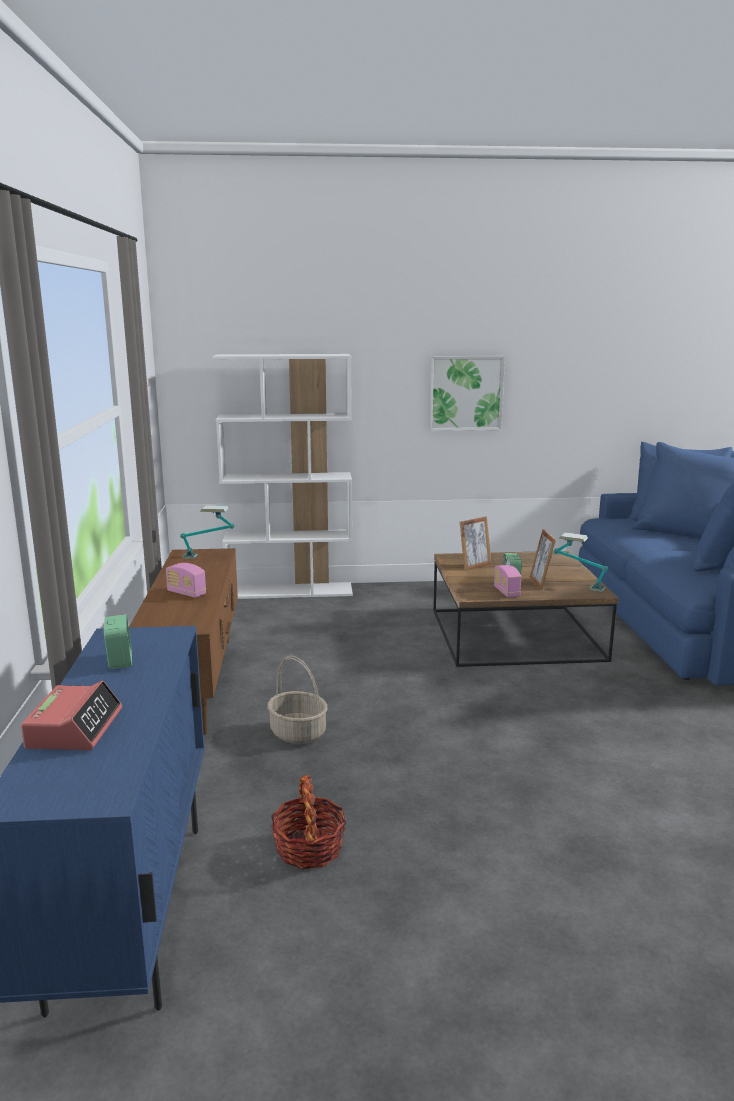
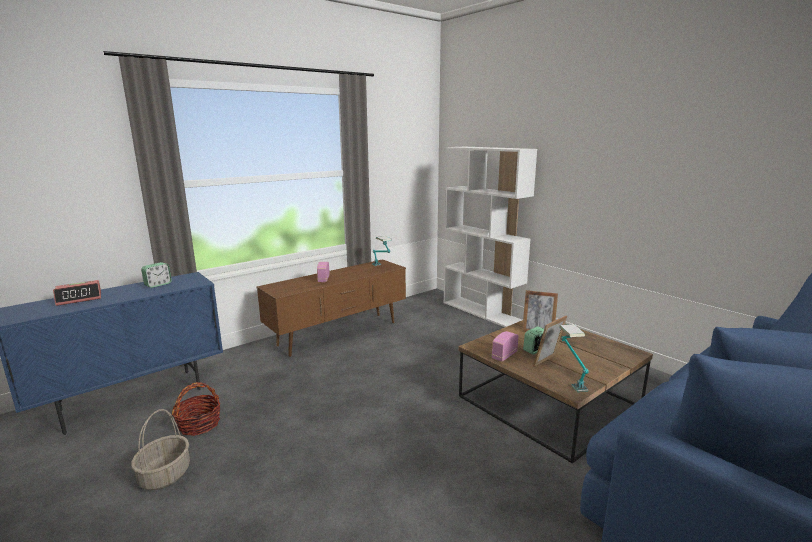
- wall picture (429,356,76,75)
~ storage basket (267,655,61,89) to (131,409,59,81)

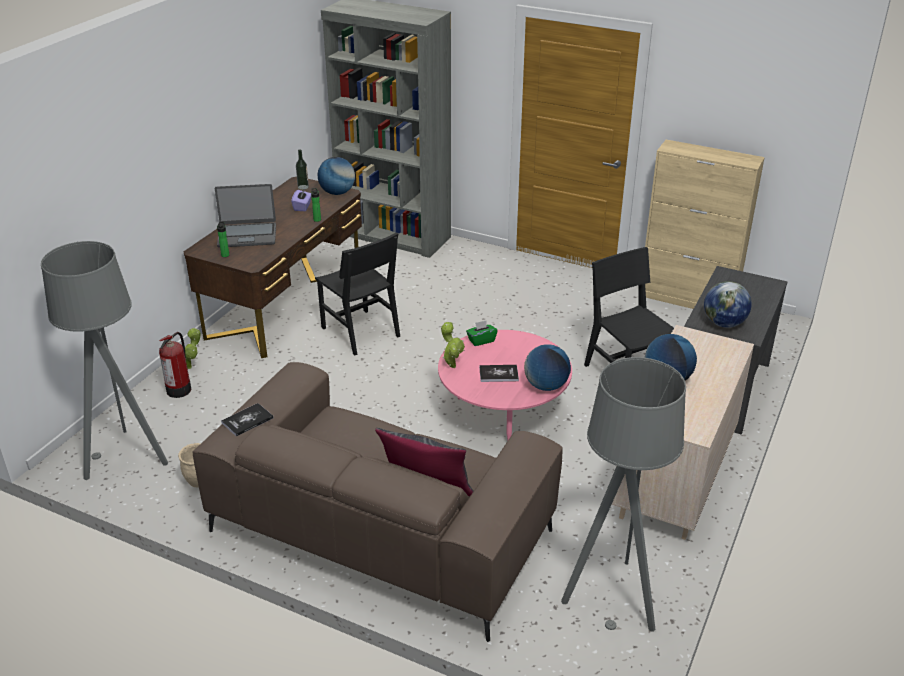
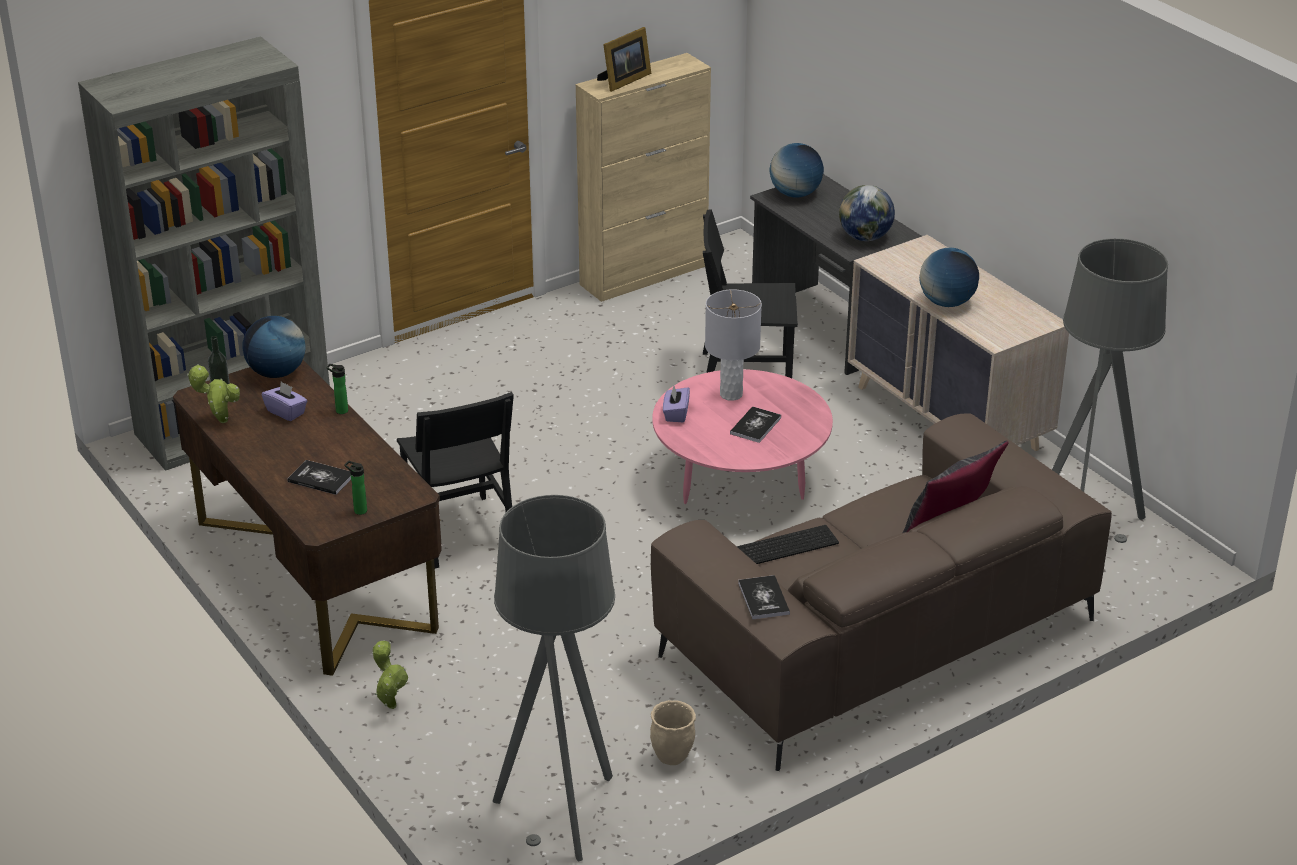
~ portable computer (215,184,61,64) to volume (287,460,64,35)
~ upright chair/black-coloured (315,232,85,123) = (397,392,117,176) 75 degrees clockwise
~ tissue holder/greenish (466,321,32,25) to tissue holder/purplish (663,385,27,37)
~ houseplant (441,322,24,46) to (187,364,53,59)
- fire-fighting cylinder (159,332,32,66)
~ globe (524,344,47,47) to (769,143,55,55)
+ picture frame (597,27,54,65)
+ lamp for a table/grey (705,289,57,112)
+ computer keyboard (737,525,102,39)

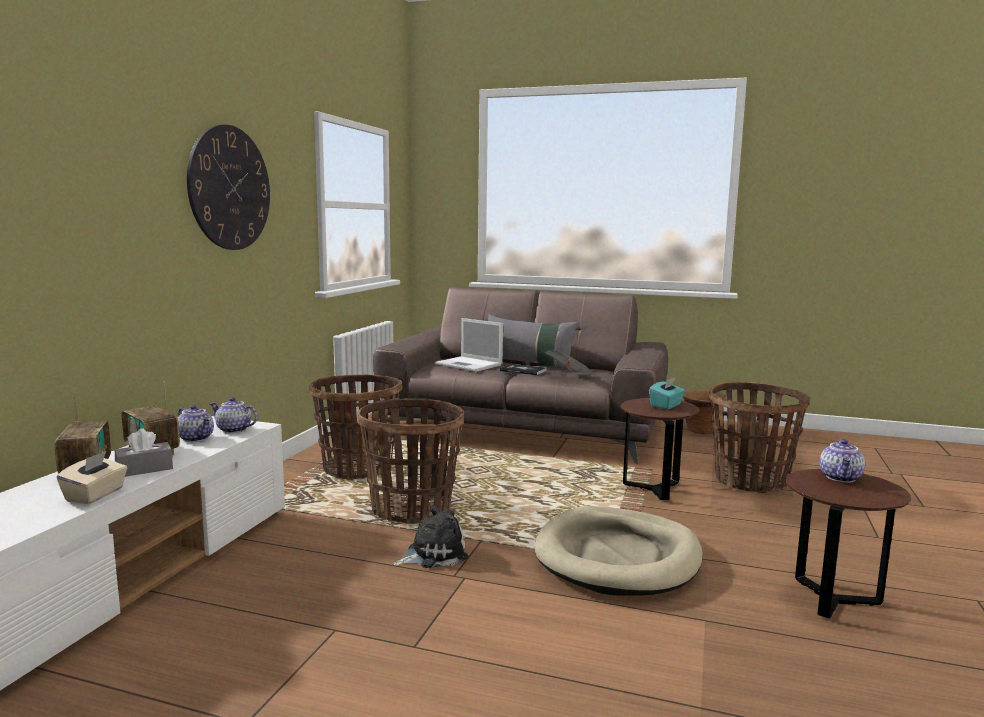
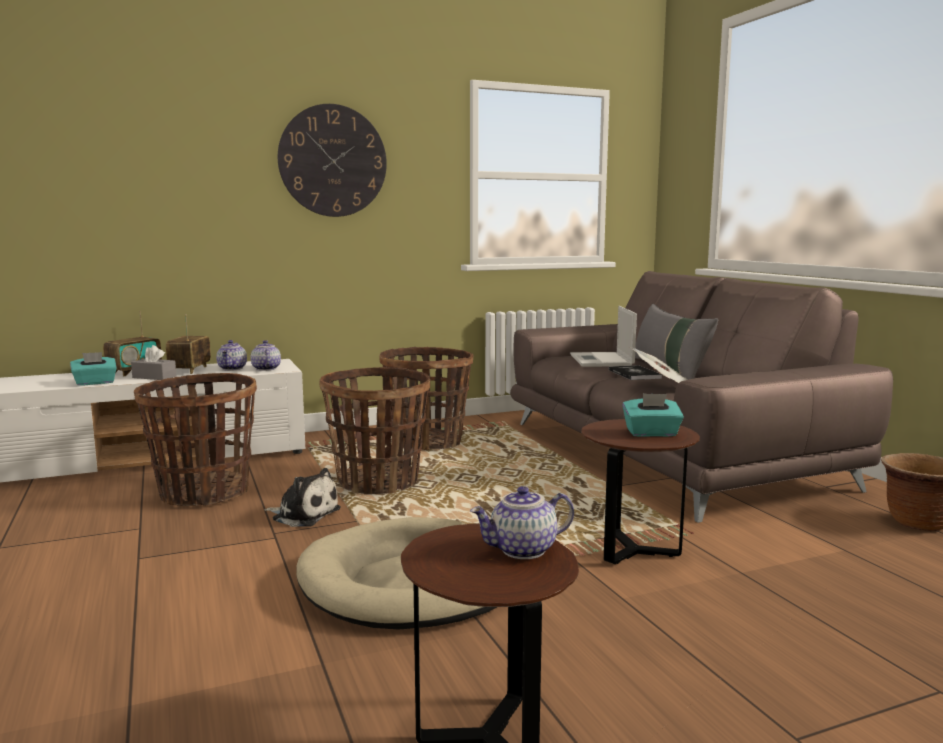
~ storage basket (709,382,101,111) to (134,373,123,133)
~ tissue holder/sand-coloured (56,451,71,53) to tissue holder/turquoise-coloured (70,352,47,34)

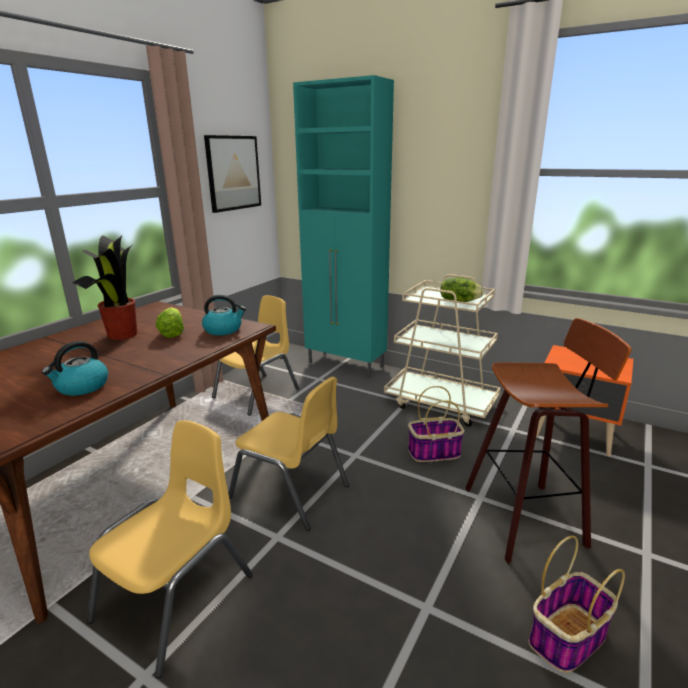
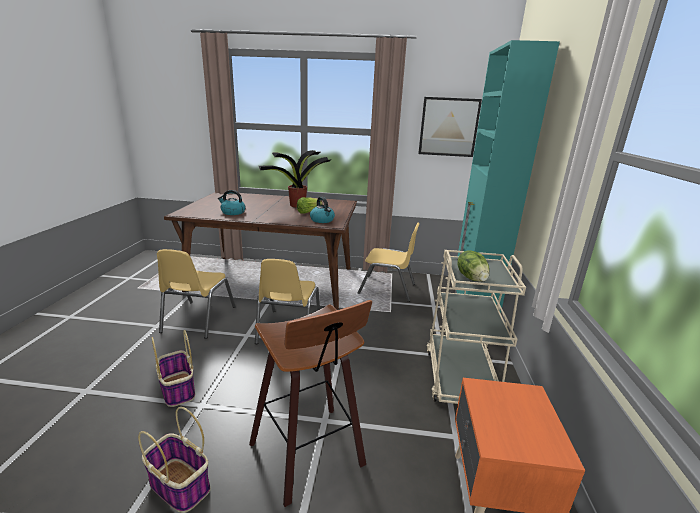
~ storage basket (408,386,56,76) to (152,330,43,77)
~ upright chair/yellowish (87,420,166,258) = (157,249,79,90) 90 degrees clockwise

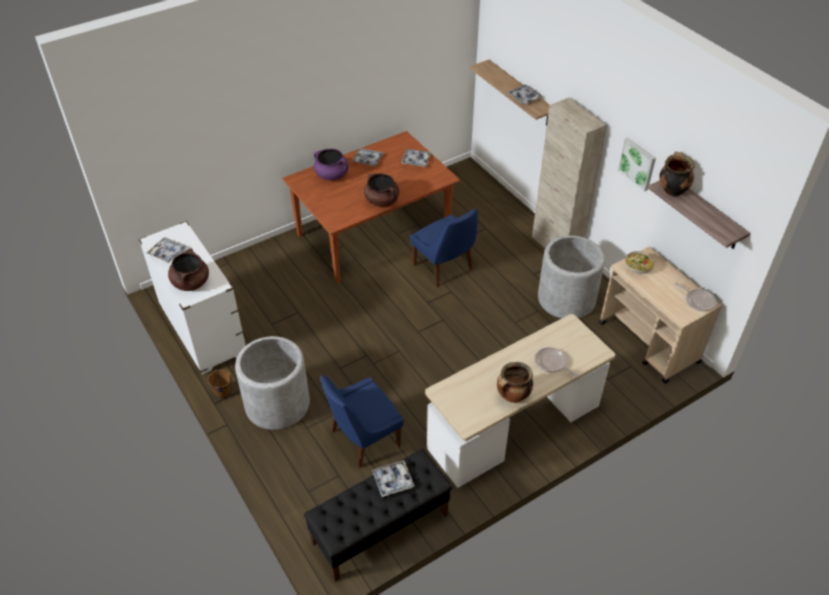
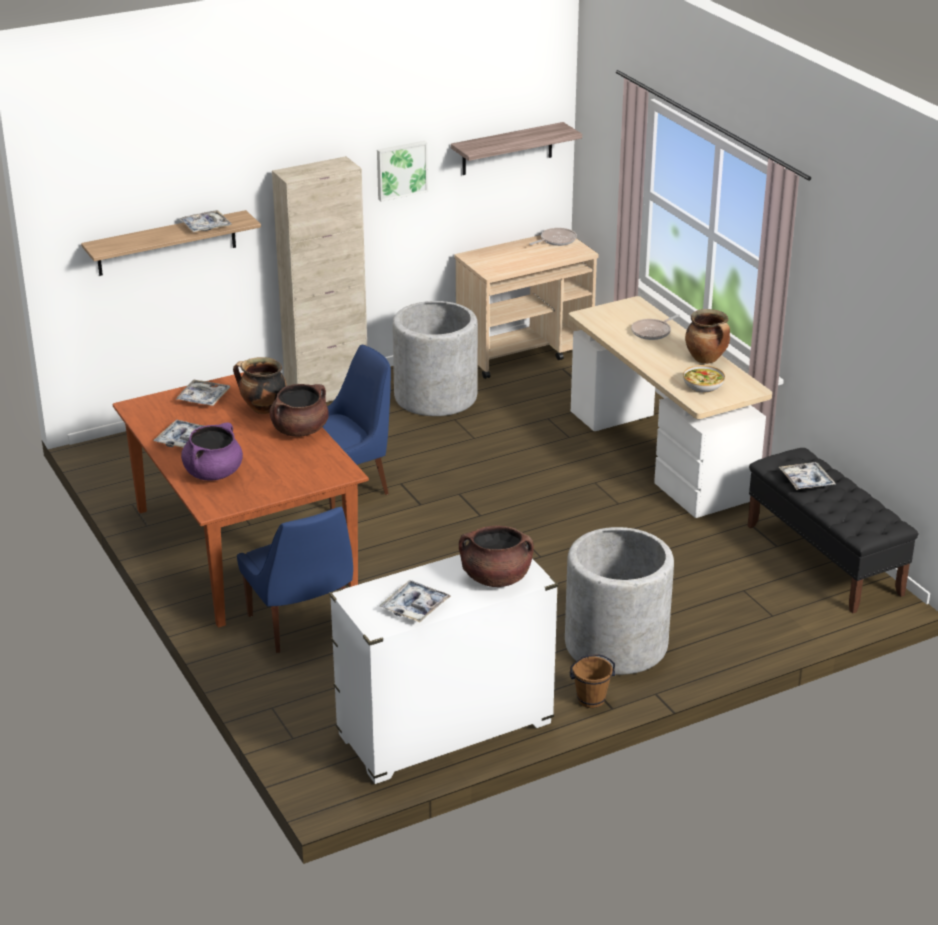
~ cooking pot (660,152,35,45) to (233,357,54,57)
~ bowl (626,251,28,23) to (683,365,42,28)
~ upright chair/blue (321,375,83,93) to (237,507,116,146)

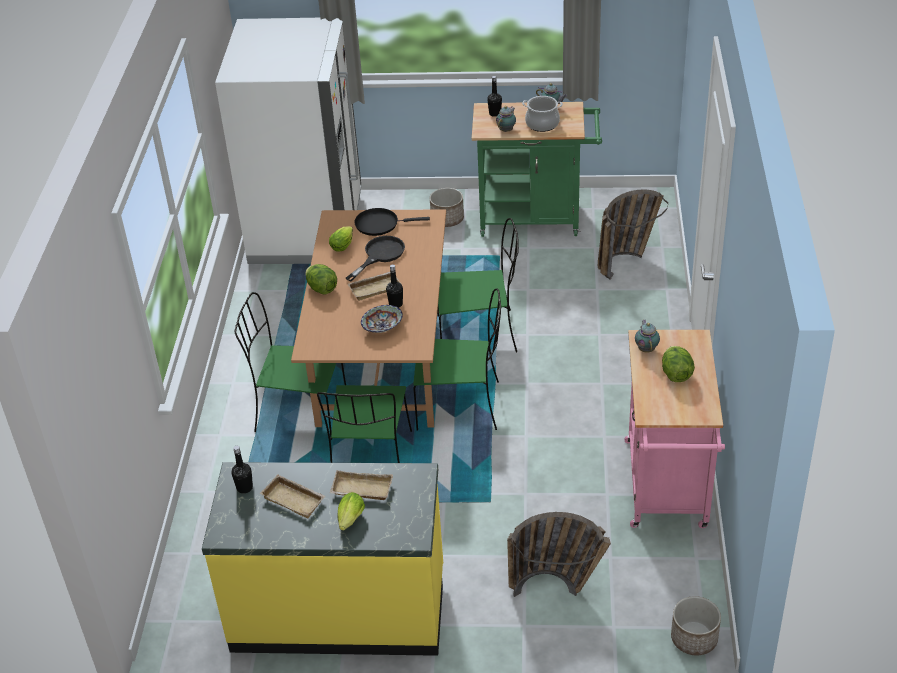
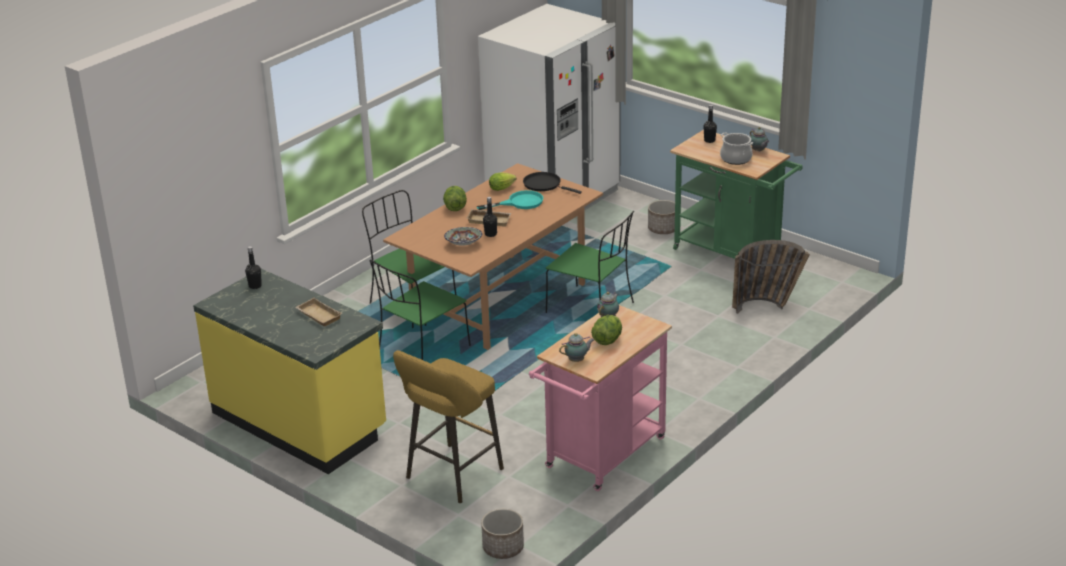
~ tea pot (496,106,20,26) to (559,333,35,29)
~ skillet/black-coloured (346,236,59,45) to skillet/turquoise-coloured (477,190,66,20)
- upright chair/greenish (413,289,88,142)
- tray/sand-coloured (260,475,65,43)
- lettuce head (338,492,27,39)
~ storage basket (507,512,104,85) to sitting stool/yellowish (393,350,111,153)

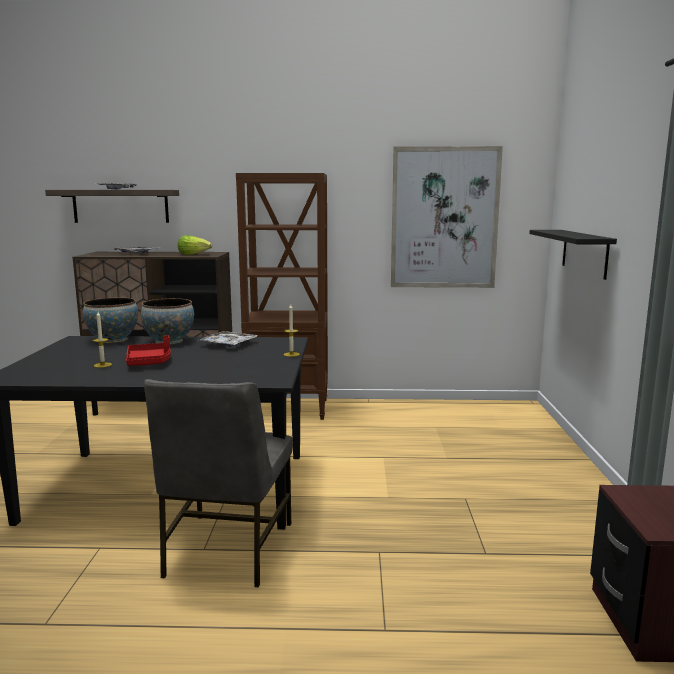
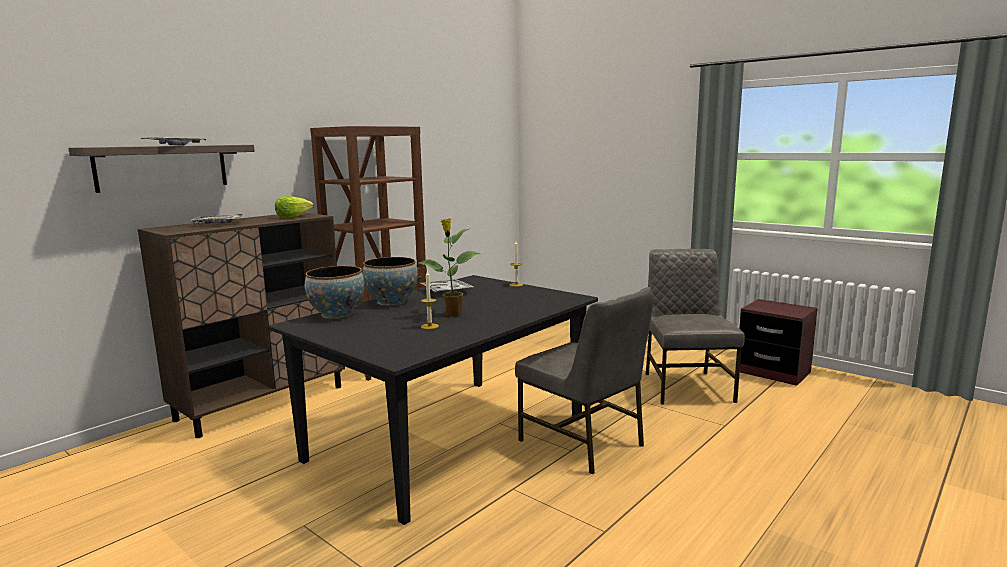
- wall picture (391,146,112,142)
- shelf/black-coloured (529,230,88,50)
~ tray/reddish (126,335,45,31) to houseplant (419,219,61,98)
+ upright chair/grey (646,249,99,156)

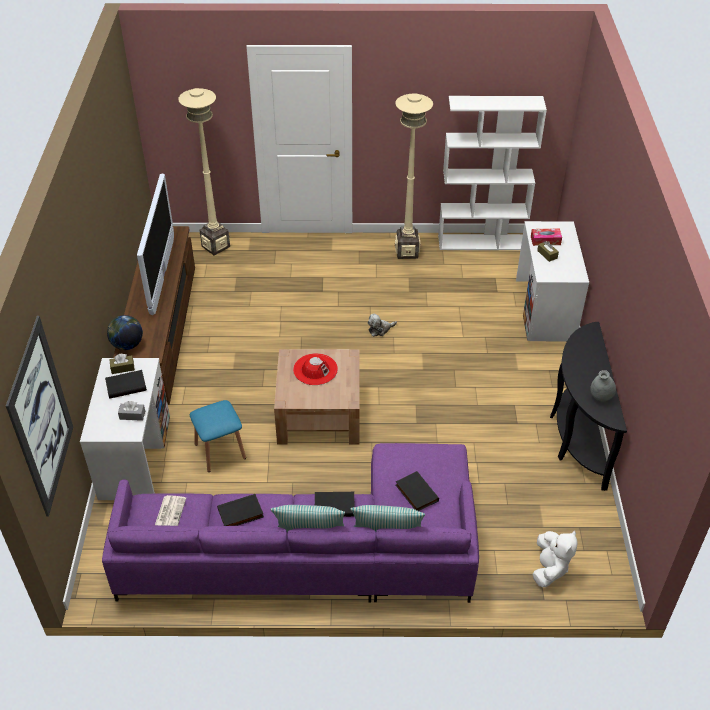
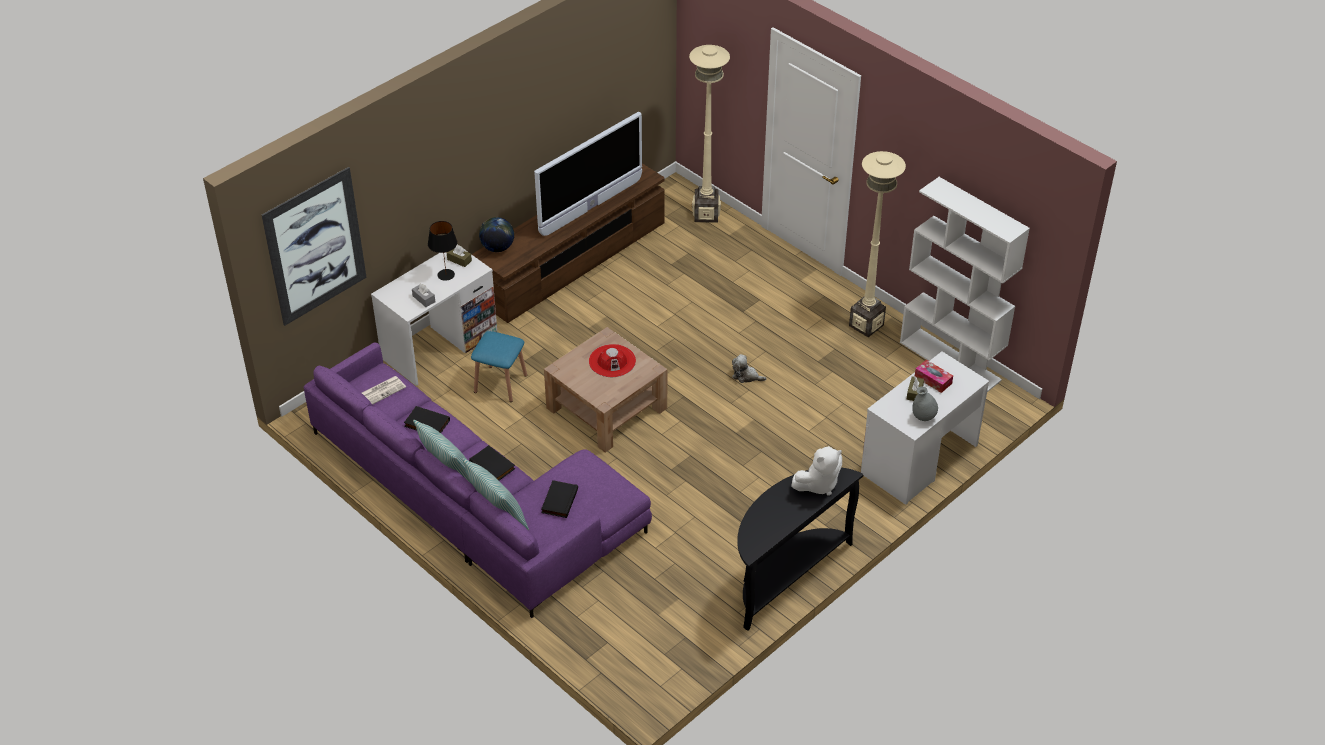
~ volume/black-coloured (105,370,42,29) to lamp for a table/black-coloured (428,221,30,60)
~ flower vase/grey (590,370,26,31) to (912,386,26,35)
~ cuddly toy/whitish (532,530,46,57) to (791,446,51,50)

